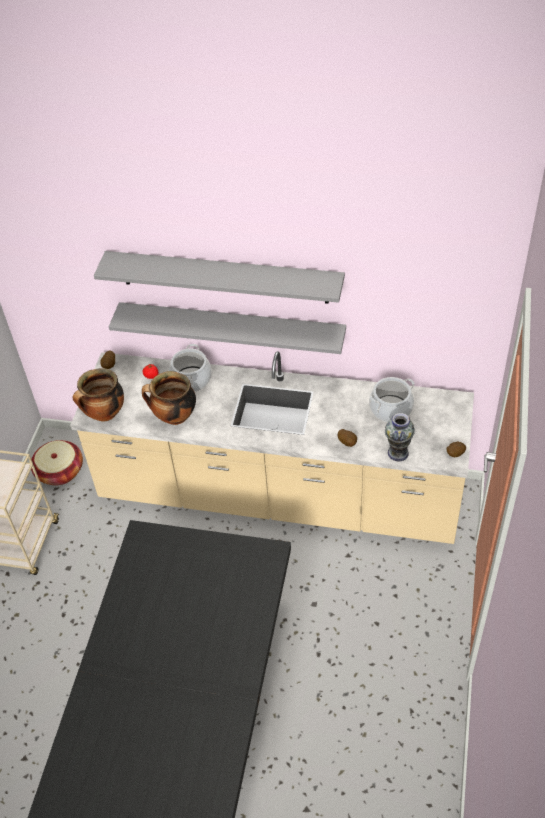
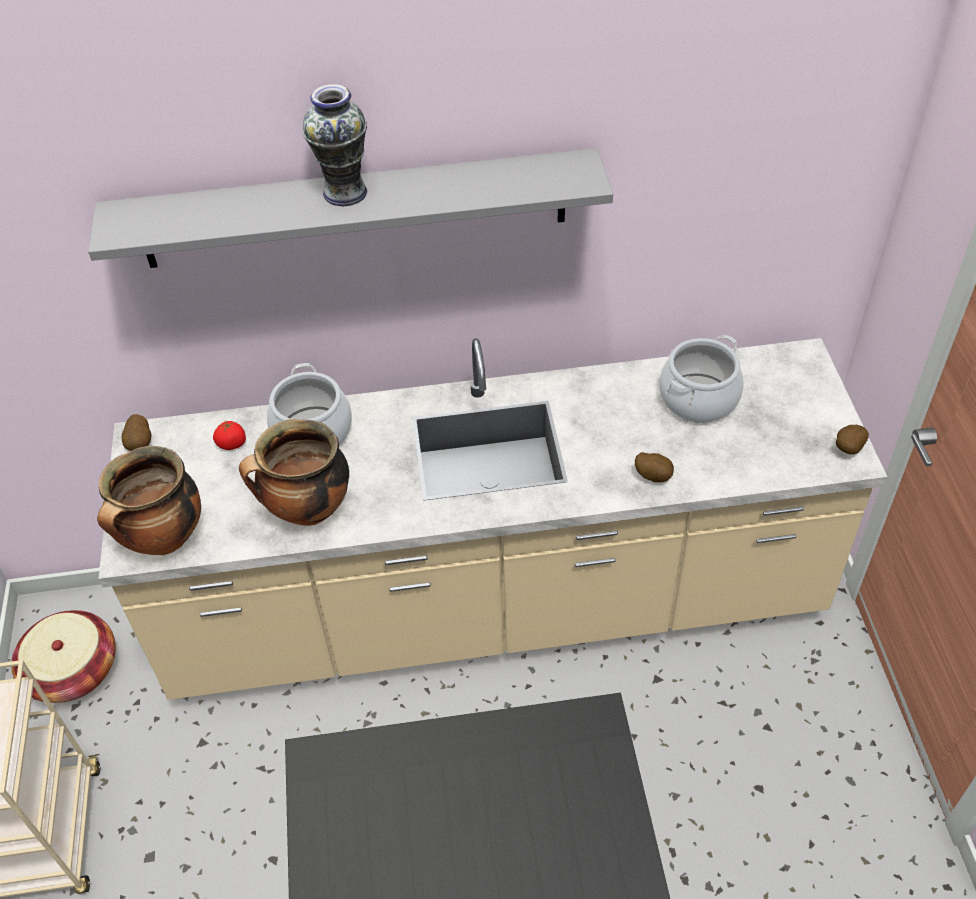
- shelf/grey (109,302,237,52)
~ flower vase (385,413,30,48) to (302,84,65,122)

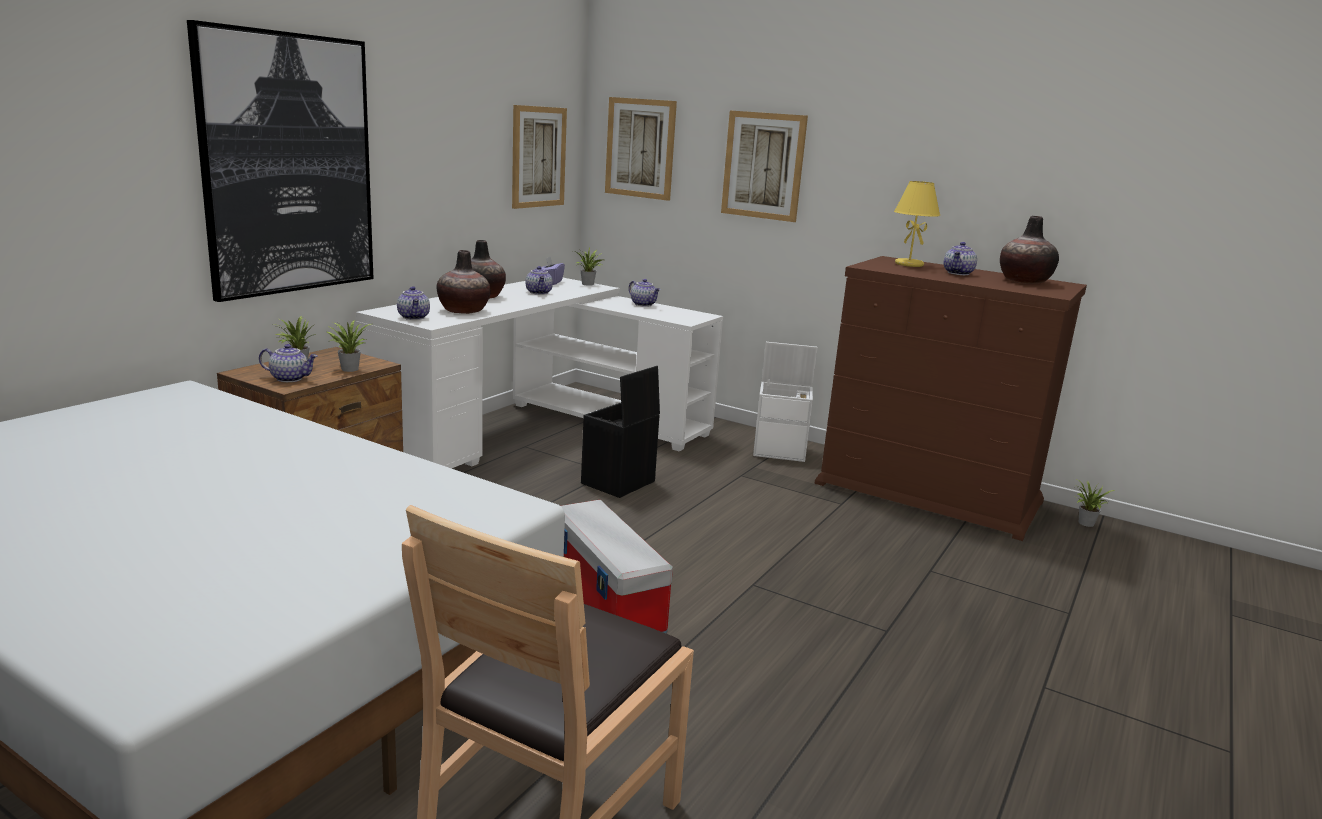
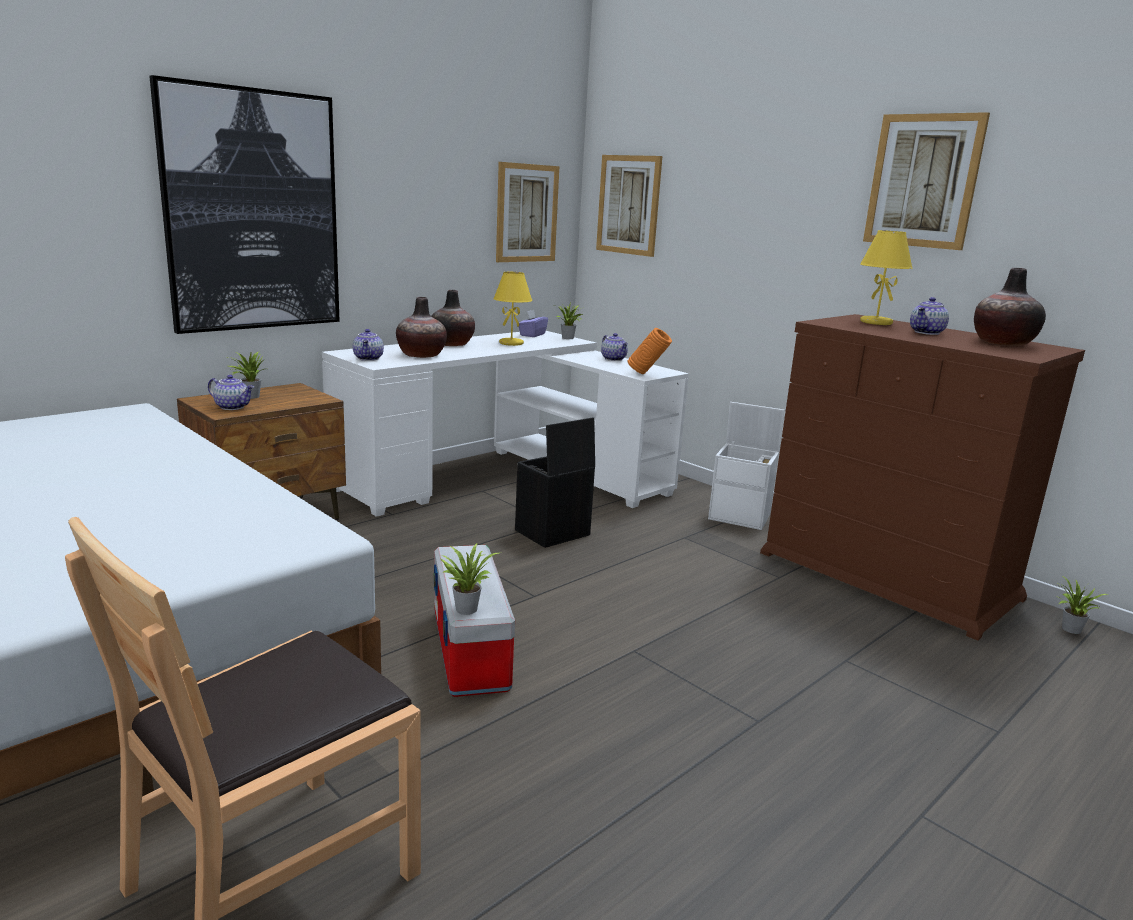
~ wall picture (721,111,87,111) to (863,112,127,138)
~ tea pot (525,266,28,29) to lamp for a table/yellowish (493,272,39,74)
~ houseplant (326,320,45,52) to (441,543,58,72)
+ flower vase/orange (628,328,44,46)

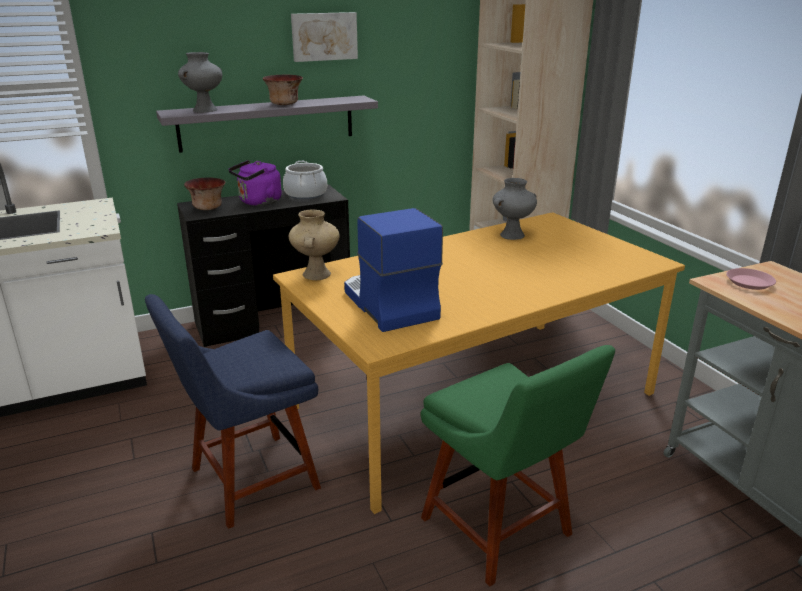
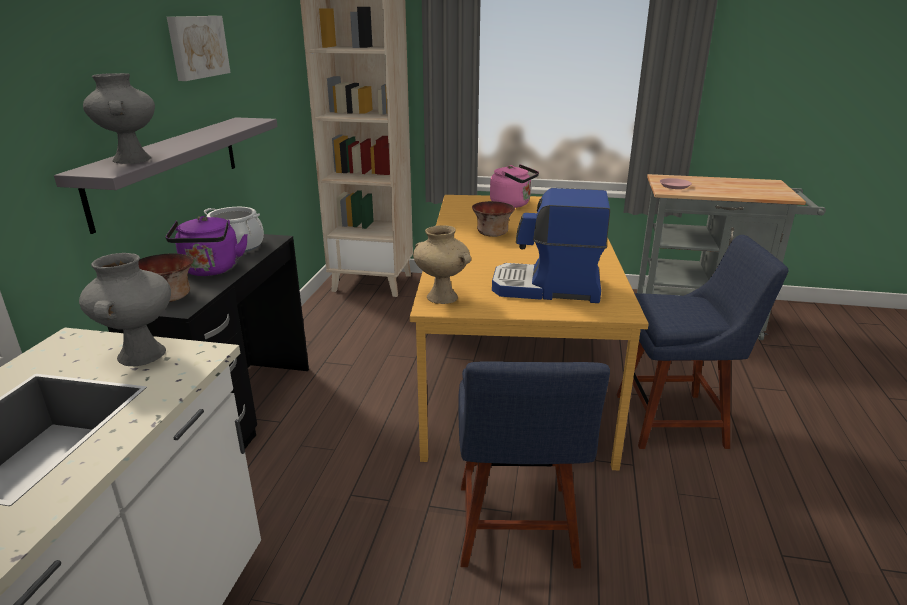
~ bowl (263,75,40,30) to (472,201,43,36)
~ flower vase/grey (493,178,44,62) to (79,253,92,113)
~ upright chair/greenish (421,345,194,241) to upright chair/blue (617,235,171,214)
+ tea kettle/pink (490,164,49,44)

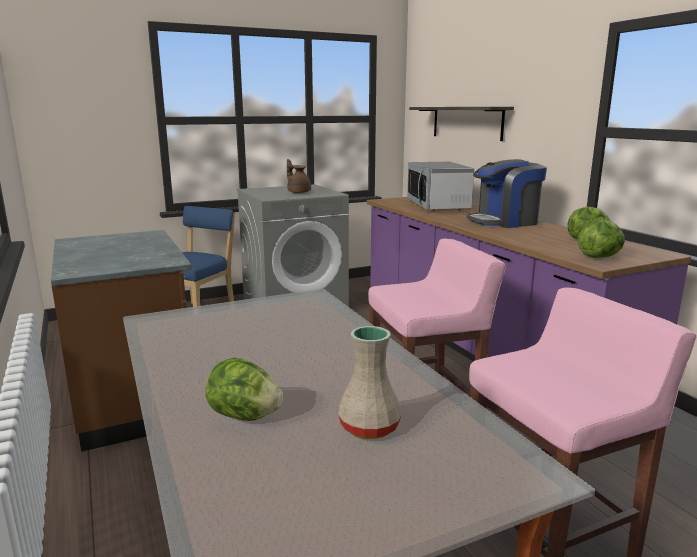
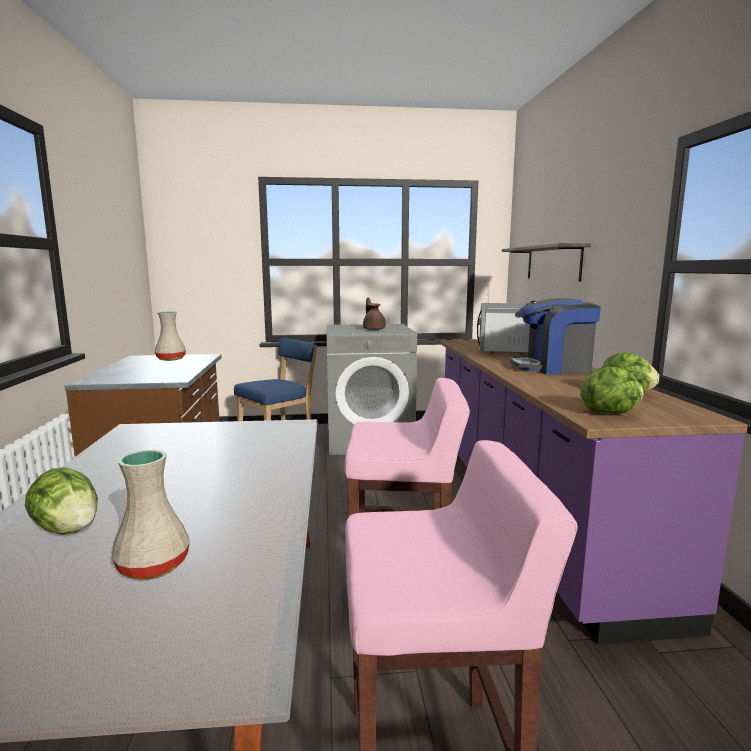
+ flower vase/sand-coloured (155,311,31,50)

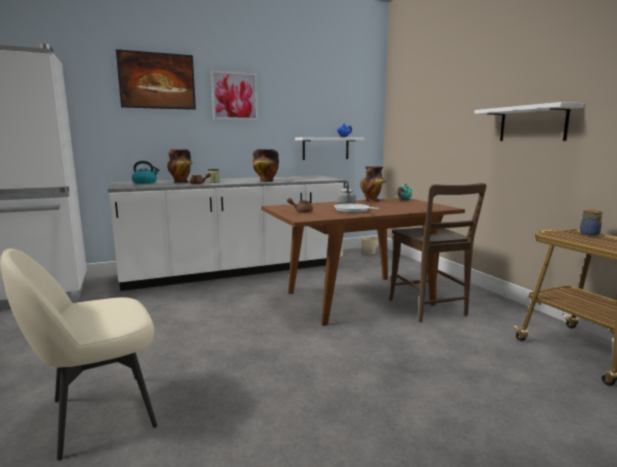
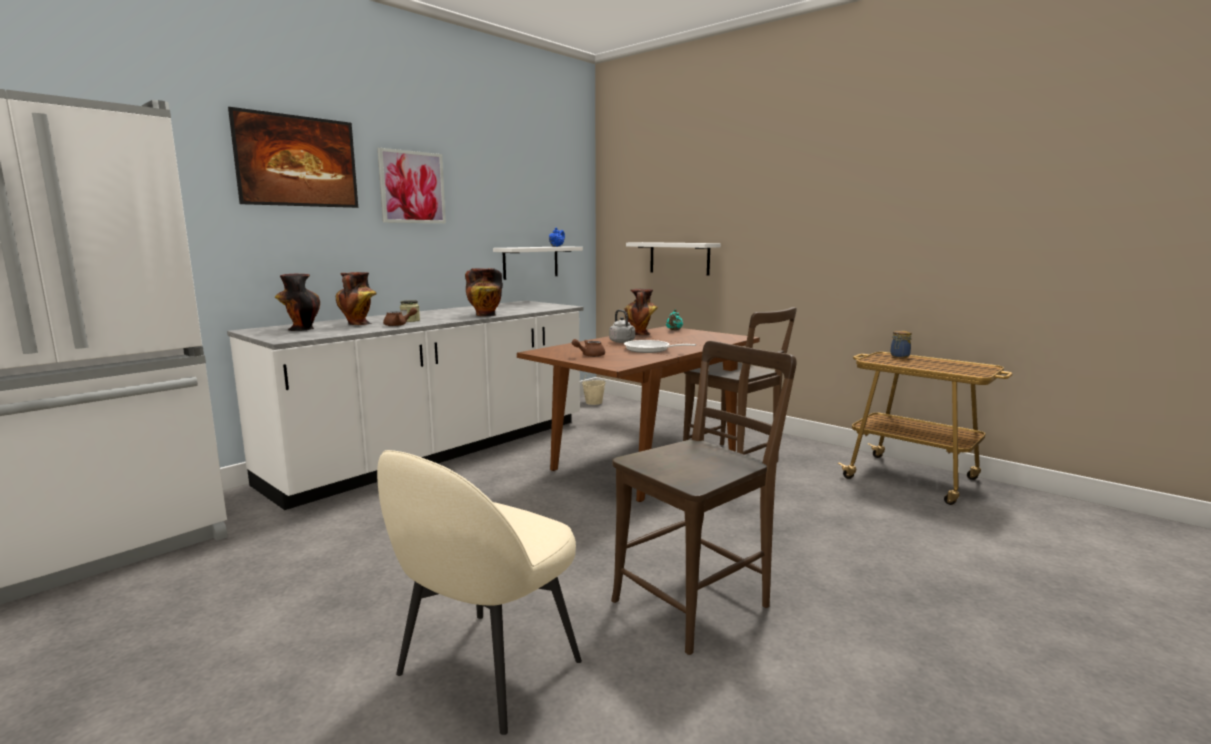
~ shelf/whitish (474,102,110,39) to (626,242,95,34)
~ tea kettle (132,161,27,23) to flower vase (275,274,45,57)
+ upright chair/brown-coloured (611,341,186,314)

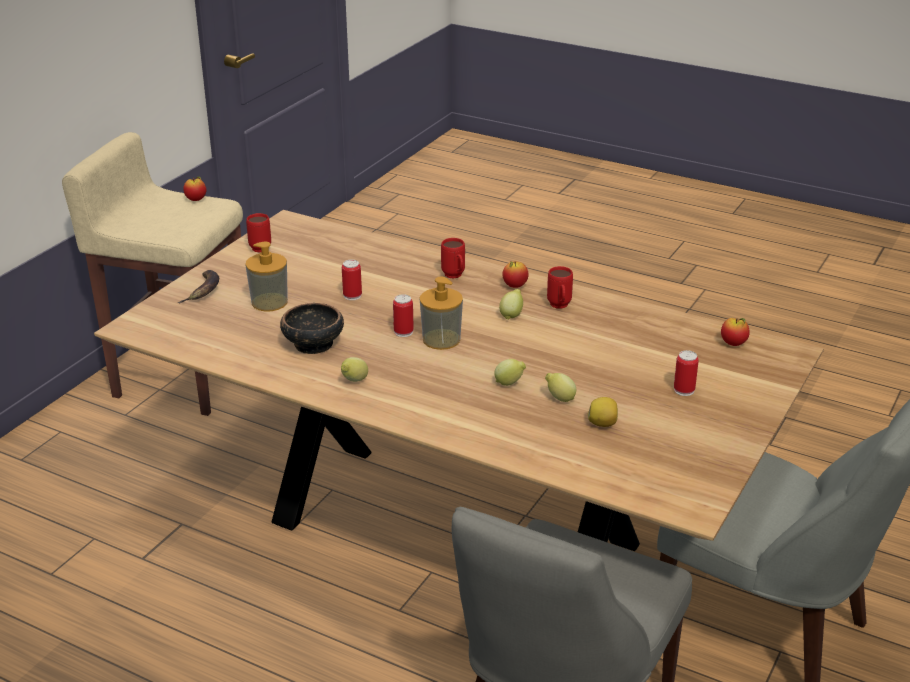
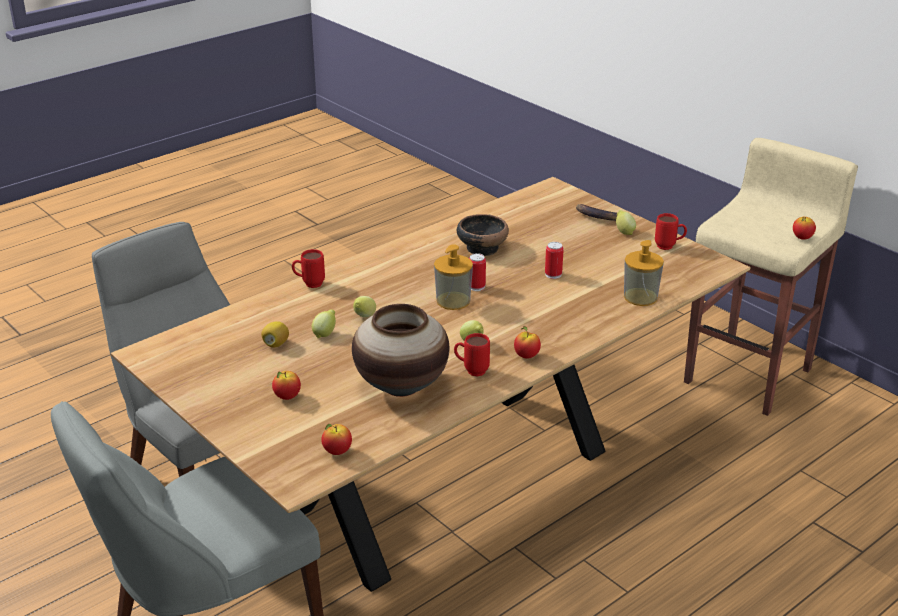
~ coffee mug/reddish (441,238,24,41) to (292,249,33,39)
~ soap bottle (245,242,43,69) to (624,240,40,66)
~ metal can (674,350,25,46) to apple fruit (272,371,29,29)
~ lemon (341,357,27,25) to (616,210,20,25)
+ flower vase (352,304,98,93)

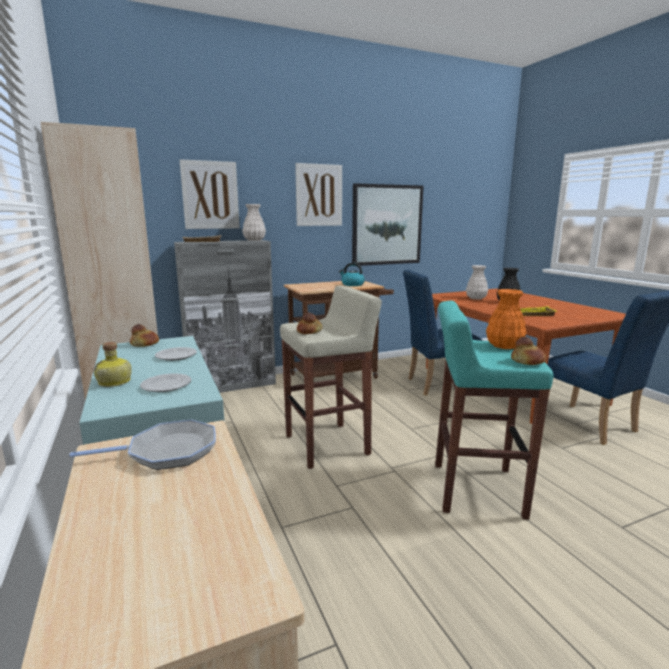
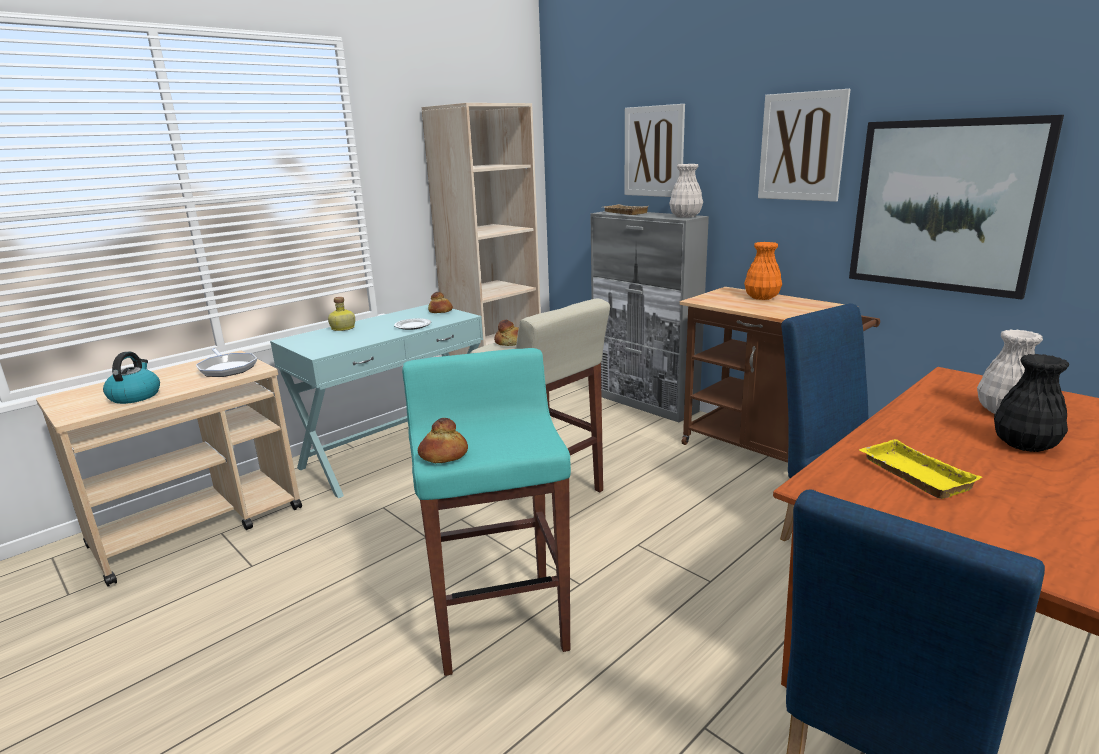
~ tea kettle (339,263,26,23) to (103,352,57,52)
~ flower vase/orange (486,289,40,60) to (744,242,38,58)
- plate (140,373,51,19)

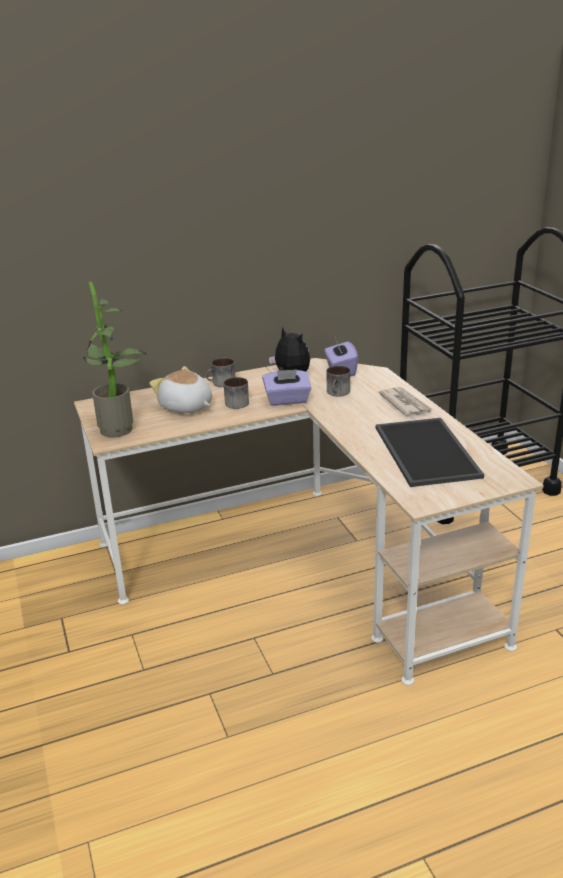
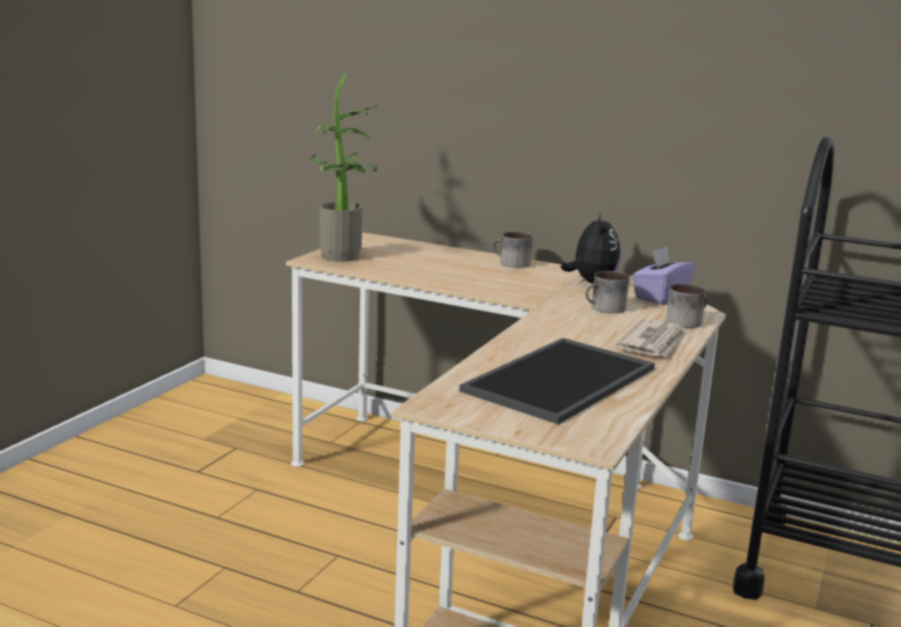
- cuddly toy (149,366,63,47)
- tissue holder/purplish (262,369,49,37)
~ coffee mug (224,377,25,32) to (666,284,42,44)

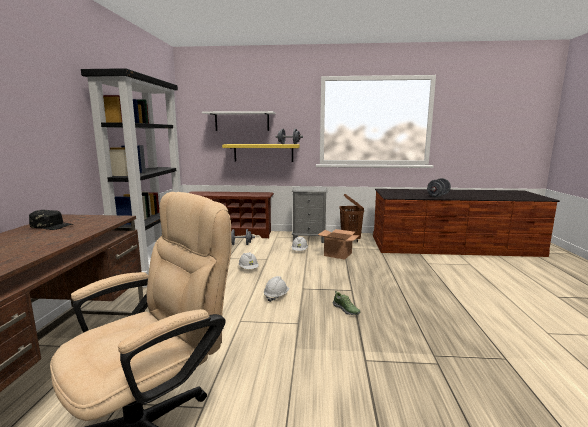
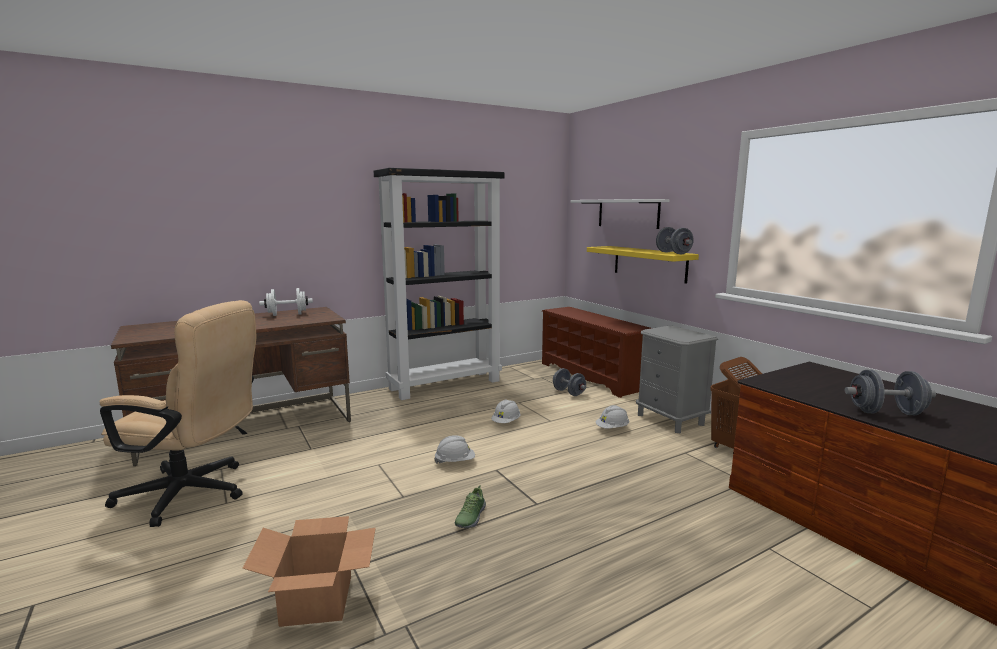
~ peaked cap/black-coloured (29,210,46,20) to hand weight/whitish (259,288,54,28)
~ cardboard box (318,229,42,30) to (242,516,133,111)

